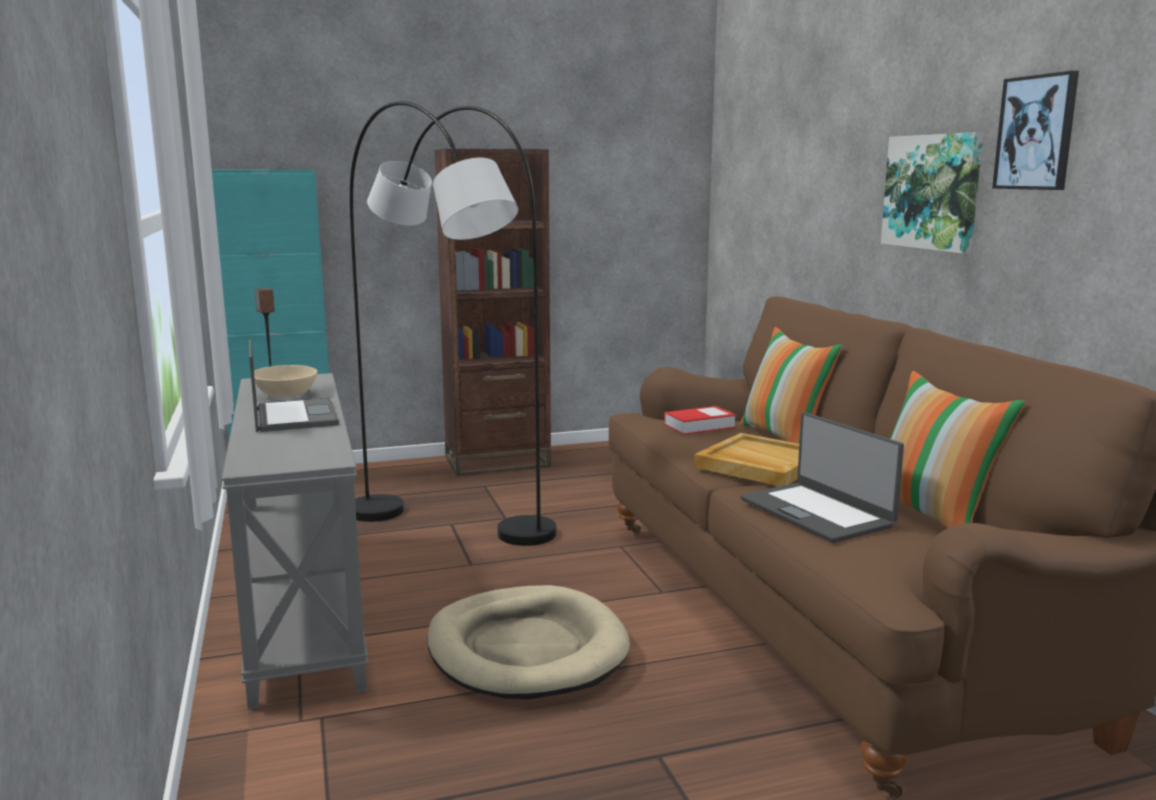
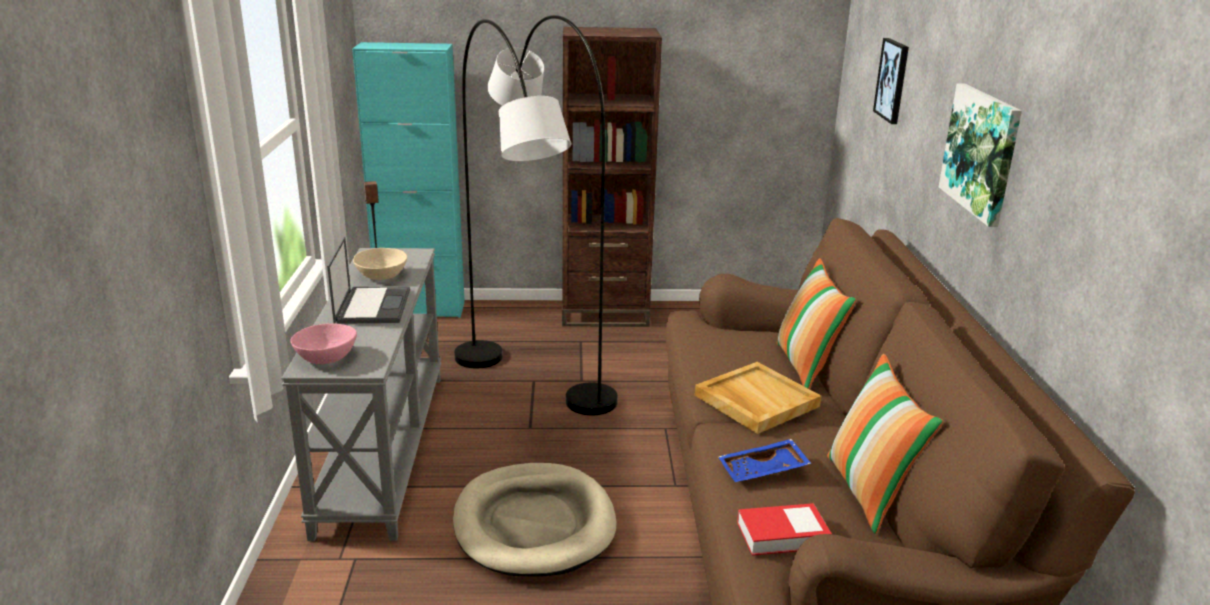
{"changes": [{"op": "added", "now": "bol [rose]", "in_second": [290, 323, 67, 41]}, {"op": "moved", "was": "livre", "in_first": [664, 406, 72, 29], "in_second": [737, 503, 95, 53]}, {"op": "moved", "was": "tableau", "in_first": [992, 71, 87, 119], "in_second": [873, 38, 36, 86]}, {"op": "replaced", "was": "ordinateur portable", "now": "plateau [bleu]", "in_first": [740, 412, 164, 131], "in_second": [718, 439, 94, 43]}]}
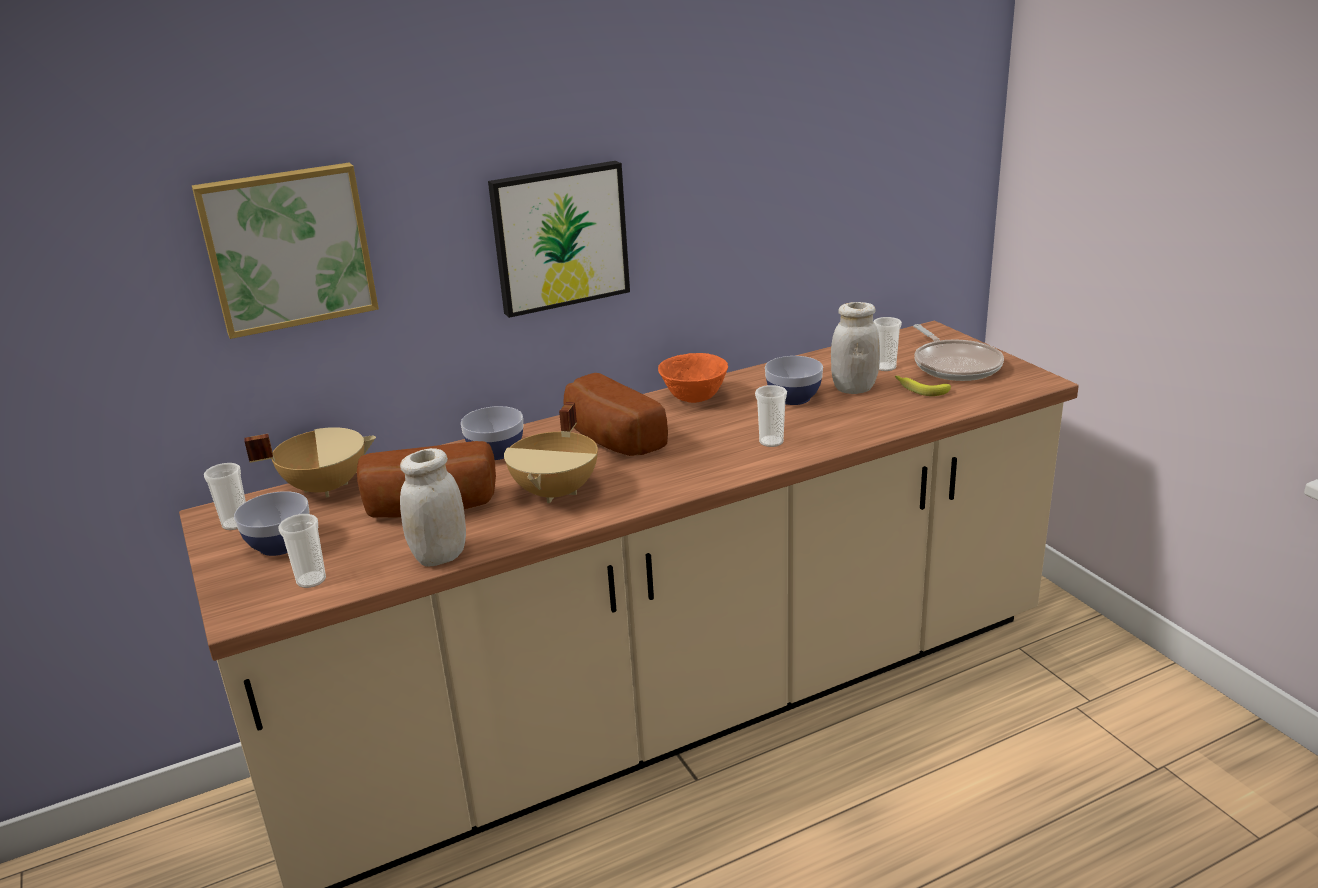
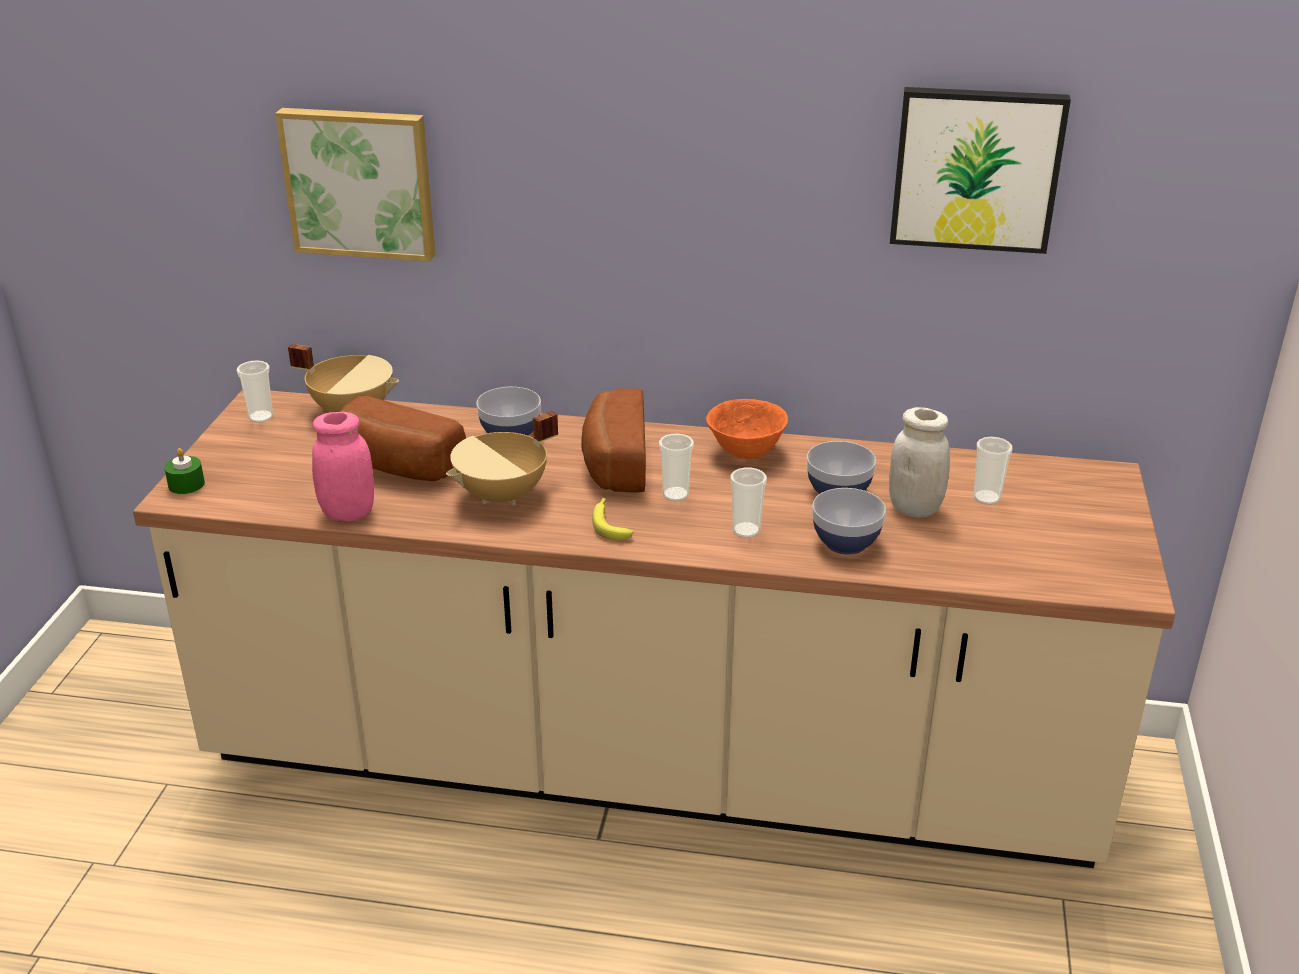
{"changes": [{"op": "removed", "was": "poêle", "in_first": [913, 324, 91, 57]}, {"op": "added", "now": "bougie [vert]", "in_second": [164, 448, 41, 46]}, {"op": "moved", "was": "bol", "in_first": [234, 491, 76, 65], "in_second": [812, 488, 74, 67]}, {"op": "moved", "was": "tasse", "in_first": [279, 514, 47, 74], "in_second": [659, 434, 35, 67]}, {"op": "moved", "was": "tableau", "in_first": [488, 161, 142, 157], "in_second": [890, 87, 181, 167]}, {"op": "moved", "was": "banane", "in_first": [895, 376, 56, 20], "in_second": [592, 497, 42, 43]}, {"op": "recoloured", "was": "bocal [blanc]", "now": "bocal [rose]", "in_first": [400, 448, 66, 119], "in_second": [312, 412, 62, 110]}]}
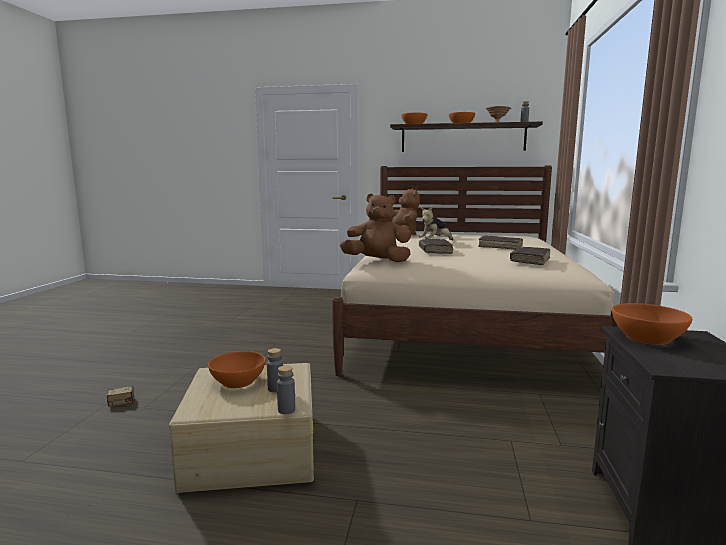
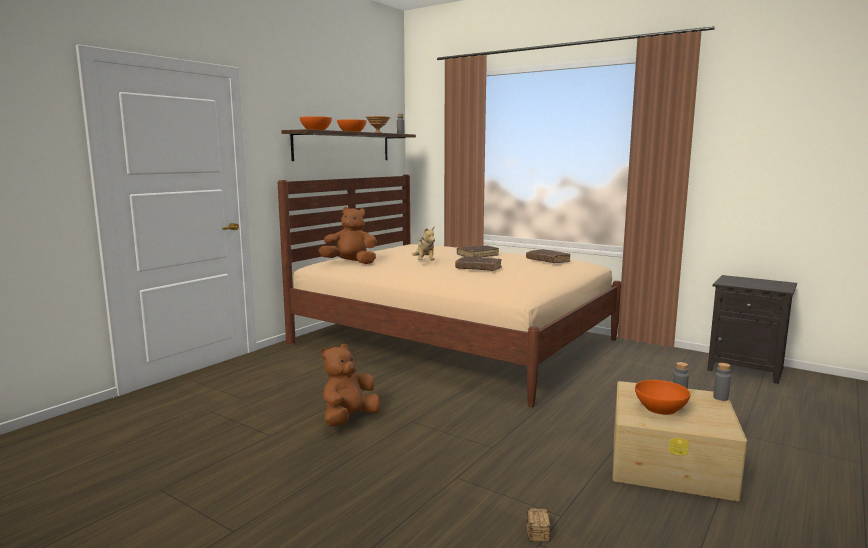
{"changes": [{"op": "removed", "was": "bol [orange]", "in_first": [612, 303, 80, 42]}, {"op": "moved", "was": "peluche [marron]", "in_first": [340, 194, 71, 68], "in_second": [321, 344, 59, 83]}]}
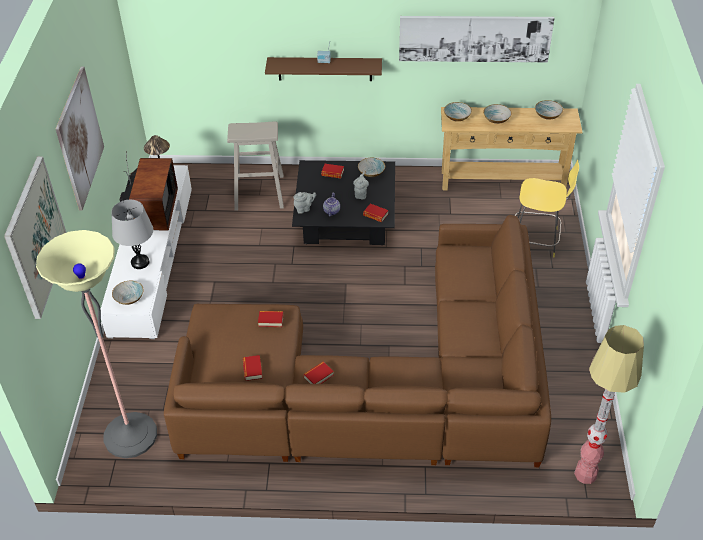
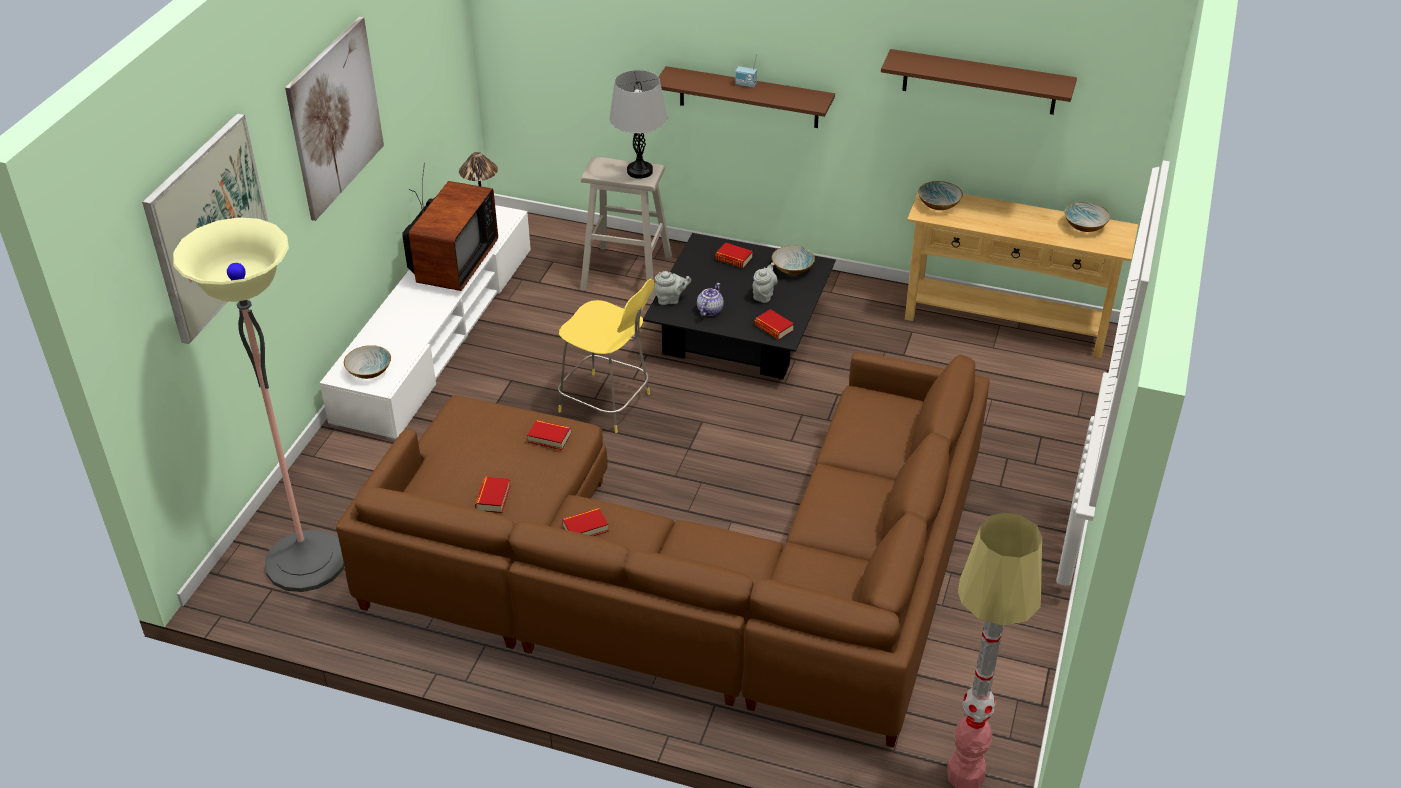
{"changes": [{"op": "removed", "was": "bol", "in_first": [483, 104, 29, 20]}, {"op": "moved", "was": "lampe de table [gris]", "in_first": [112, 200, 41, 69], "in_second": [609, 70, 58, 109]}, {"op": "moved", "was": "tabouret [jaune]", "in_first": [515, 160, 64, 97], "in_second": [558, 279, 96, 154]}, {"op": "replaced", "was": "tableau", "now": "étagère [marron]", "in_first": [399, 16, 155, 46], "in_second": [881, 49, 196, 66]}]}
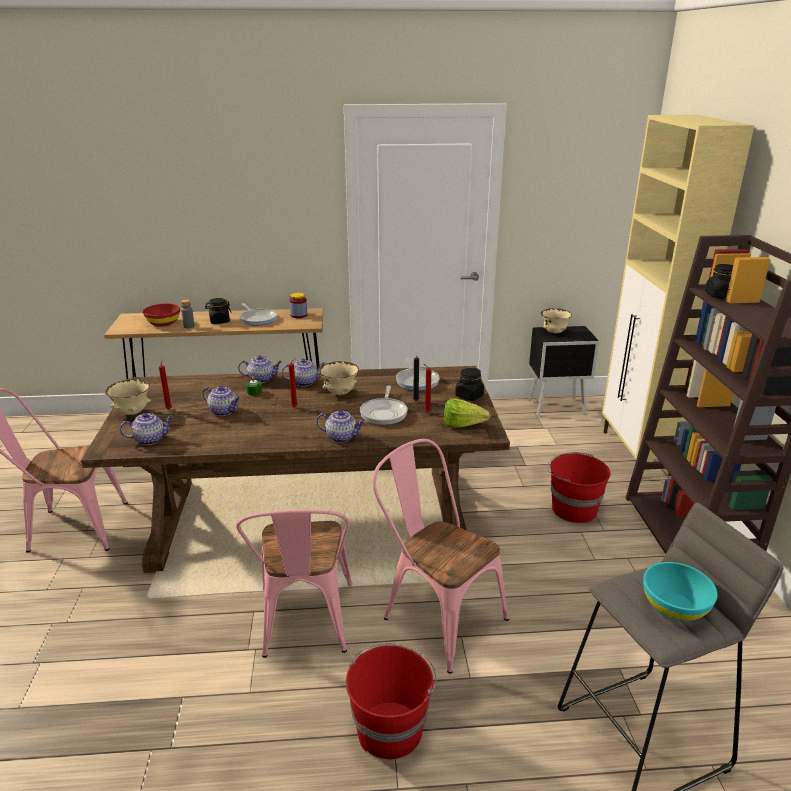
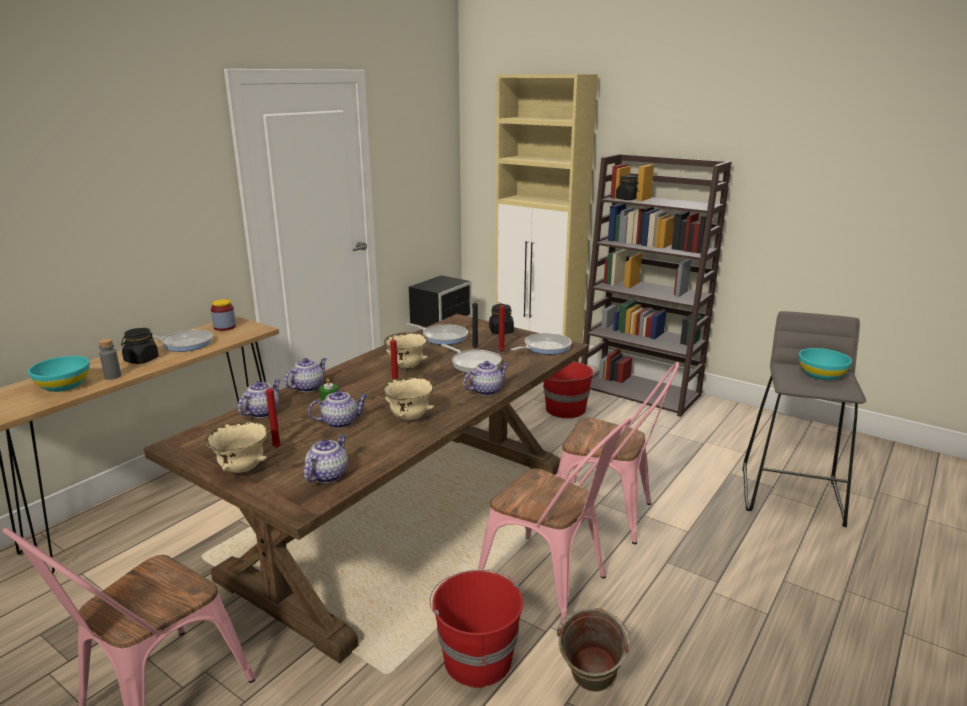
{"changes": [{"op": "added", "now": "seau [vert]", "in_second": [557, 608, 74, 84]}, {"op": "moved", "was": "théière", "in_first": [281, 359, 44, 27], "in_second": [238, 379, 42, 39]}, {"op": "moved", "was": "seau [rouge]", "in_first": [346, 643, 90, 116], "in_second": [429, 569, 94, 119]}, {"op": "moved", "was": "bol [beige]", "in_first": [541, 308, 31, 26], "in_second": [383, 377, 51, 44]}, {"op": "replaced", "was": "laitue", "now": "poêle", "in_first": [444, 398, 46, 30], "in_second": [511, 333, 61, 21]}, {"op": "recoloured", "was": "bol [rouge]", "now": "bol [turquoise]", "in_first": [143, 303, 37, 24], "in_second": [28, 356, 62, 36]}, {"op": "turned", "was": "chaise [rose]", "in_first": [372, 439, 137, 235], "in_second": [557, 362, 122, 182], "clockwise": -150}]}
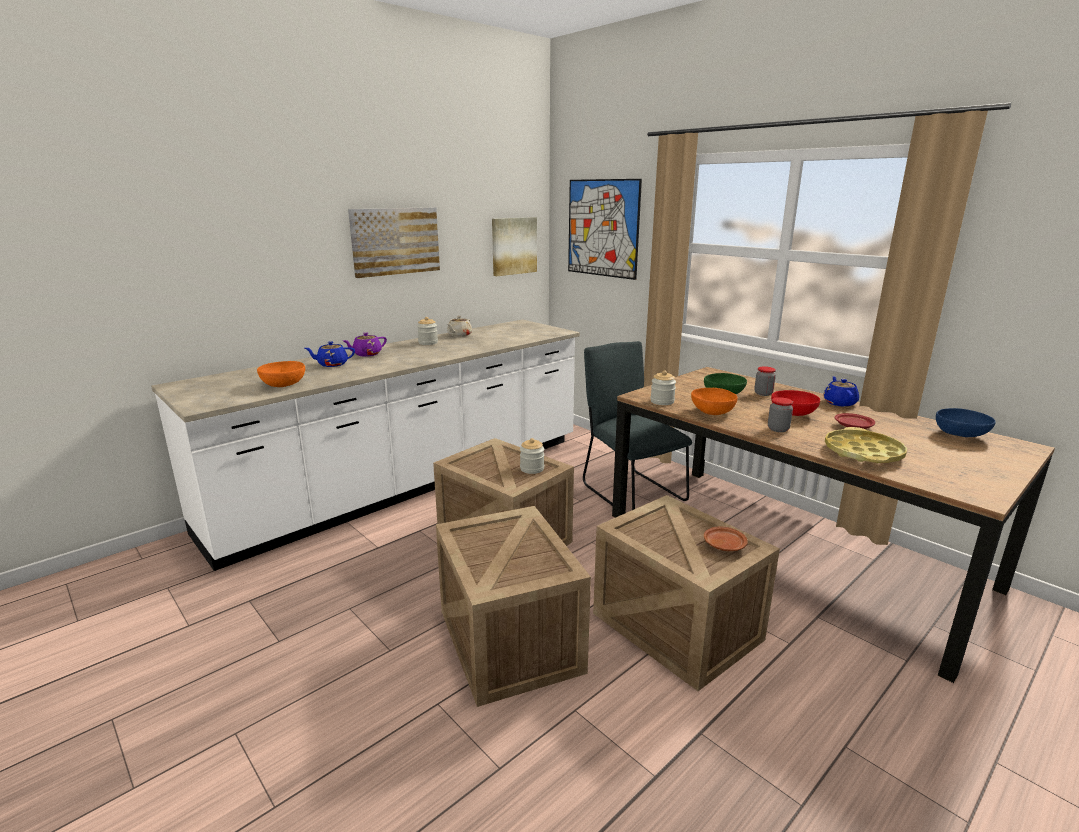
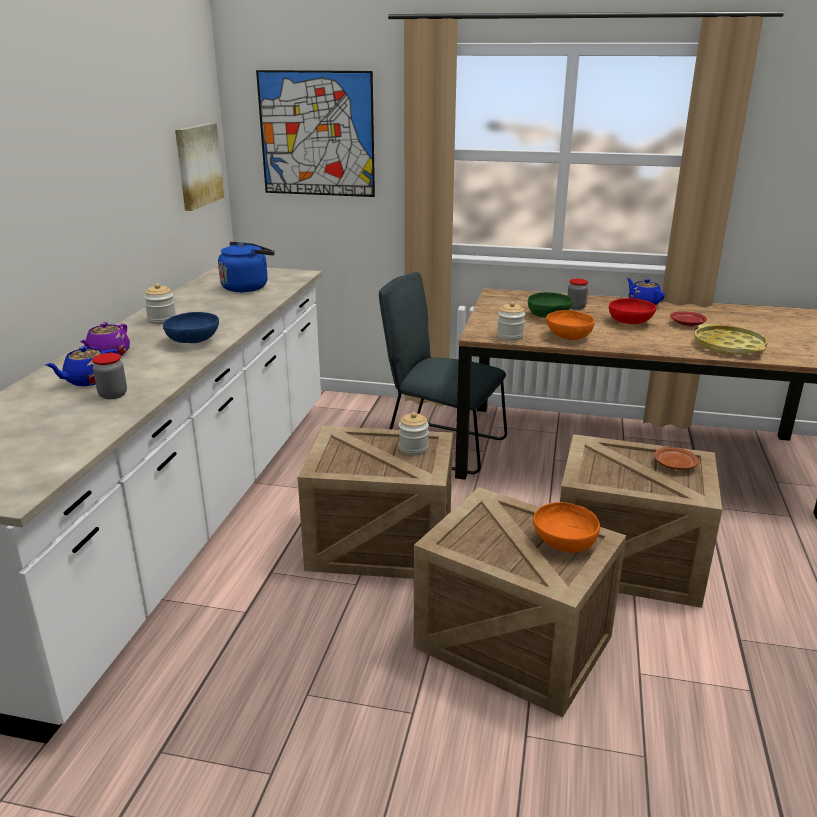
{"changes": [{"op": "removed", "was": "tableau", "in_first": [348, 207, 92, 71]}, {"op": "removed", "was": "théière [beige]", "in_first": [447, 316, 25, 21]}, {"op": "added", "now": "bouilloire [bleu]", "in_second": [218, 242, 57, 50]}, {"op": "moved", "was": "bol [orange]", "in_first": [257, 361, 48, 26], "in_second": [533, 502, 67, 51]}, {"op": "moved", "was": "bocal", "in_first": [768, 397, 25, 35], "in_second": [92, 353, 35, 46]}, {"op": "moved", "was": "bol [bleu]", "in_first": [936, 408, 60, 29], "in_second": [163, 312, 56, 31]}]}
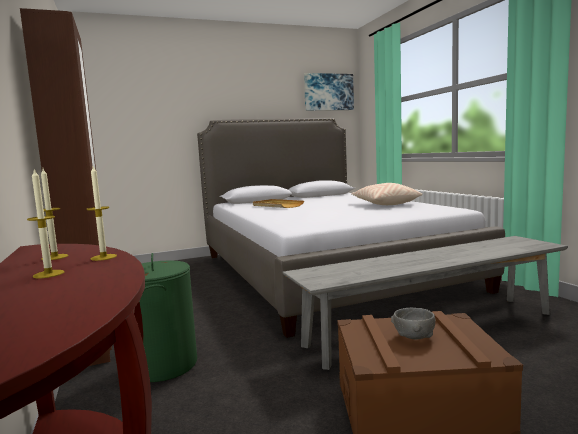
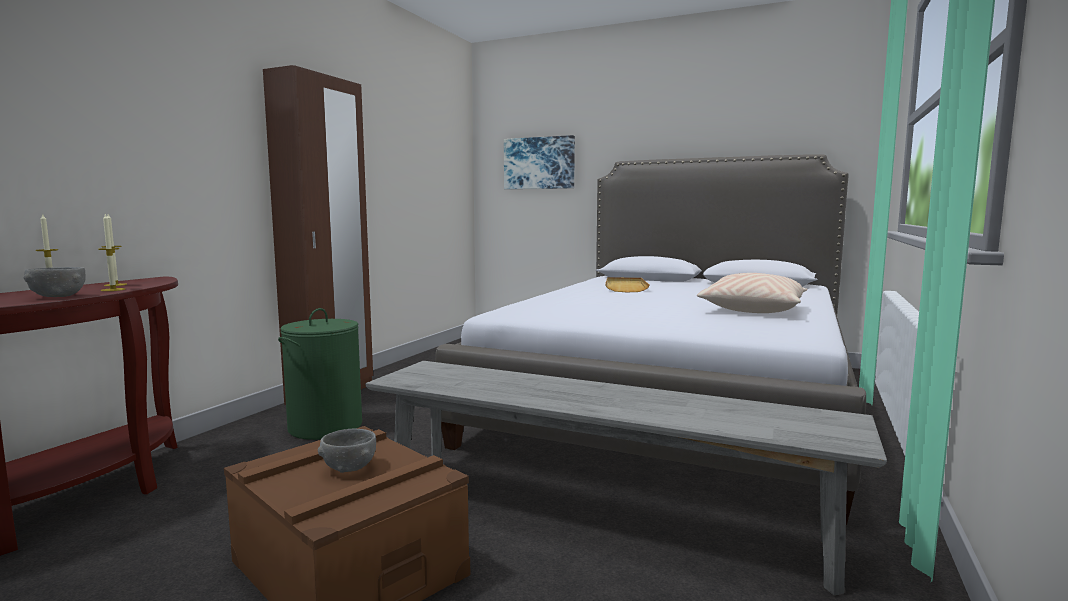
{"changes": [{"op": "added", "now": "bol [gris]", "in_second": [24, 267, 62, 30]}, {"op": "moved", "was": "tableau", "in_first": [304, 73, 50, 38], "in_second": [504, 135, 71, 54]}]}
